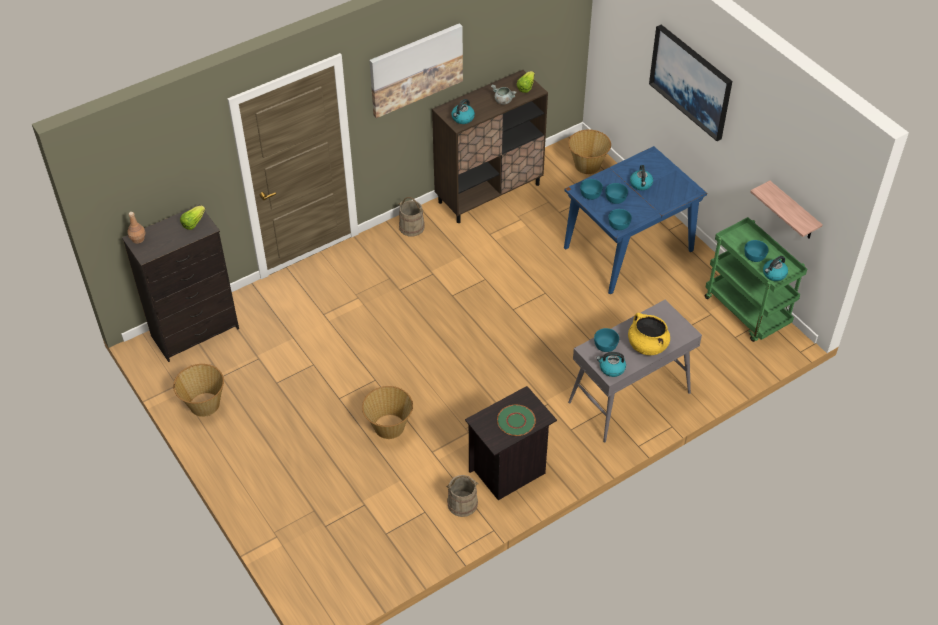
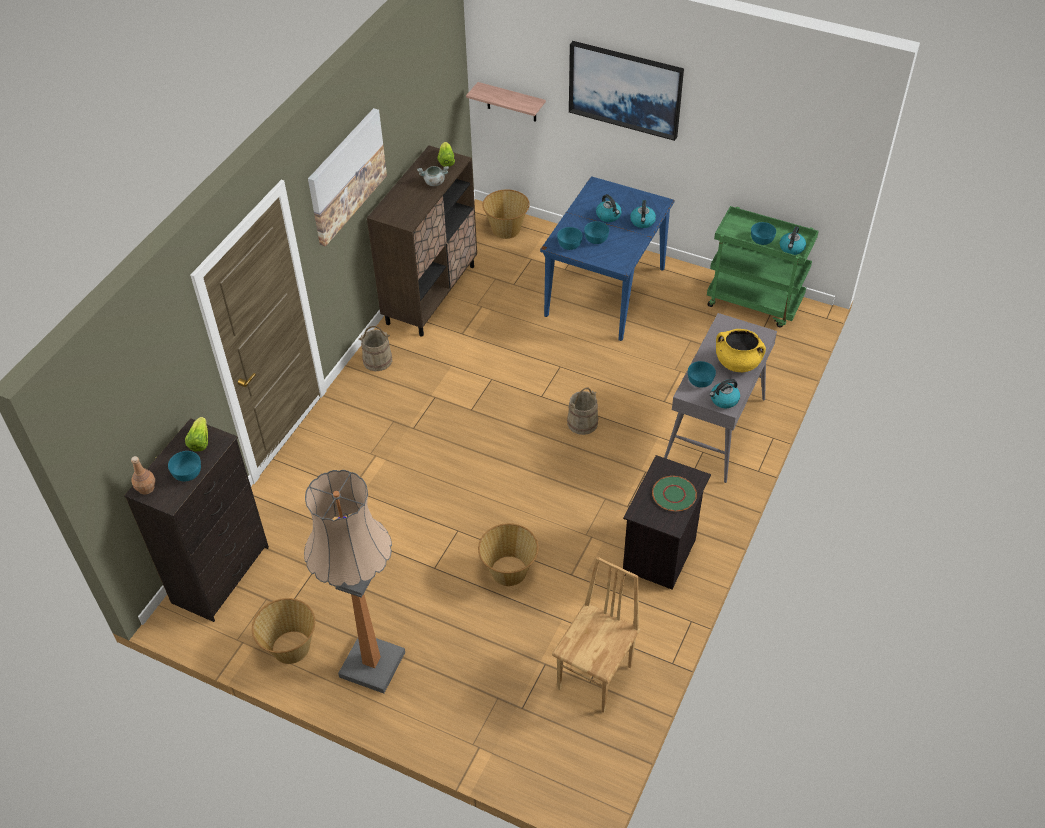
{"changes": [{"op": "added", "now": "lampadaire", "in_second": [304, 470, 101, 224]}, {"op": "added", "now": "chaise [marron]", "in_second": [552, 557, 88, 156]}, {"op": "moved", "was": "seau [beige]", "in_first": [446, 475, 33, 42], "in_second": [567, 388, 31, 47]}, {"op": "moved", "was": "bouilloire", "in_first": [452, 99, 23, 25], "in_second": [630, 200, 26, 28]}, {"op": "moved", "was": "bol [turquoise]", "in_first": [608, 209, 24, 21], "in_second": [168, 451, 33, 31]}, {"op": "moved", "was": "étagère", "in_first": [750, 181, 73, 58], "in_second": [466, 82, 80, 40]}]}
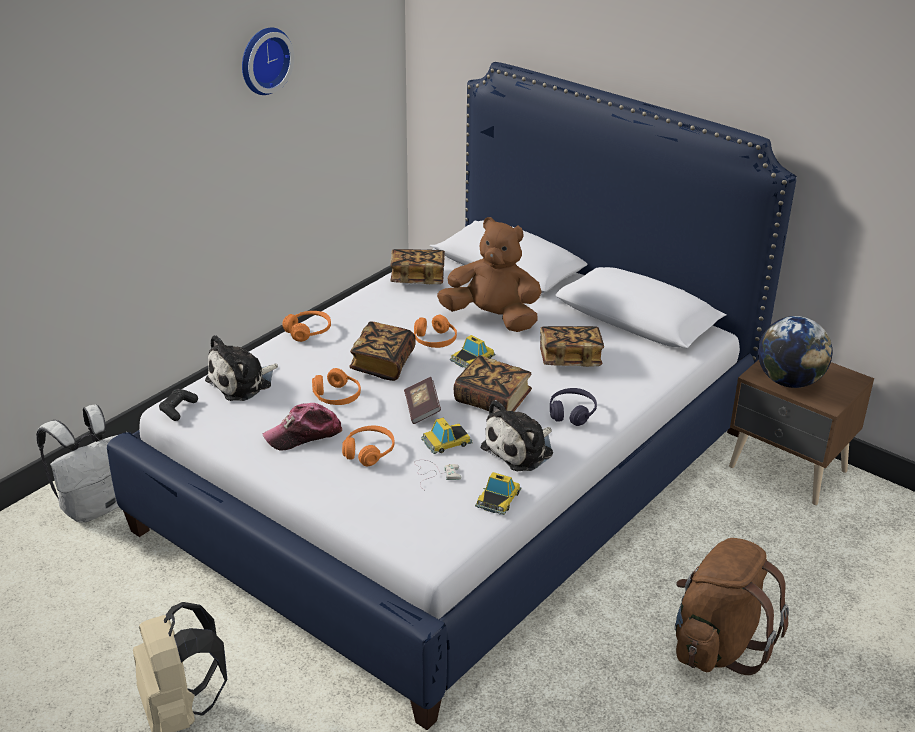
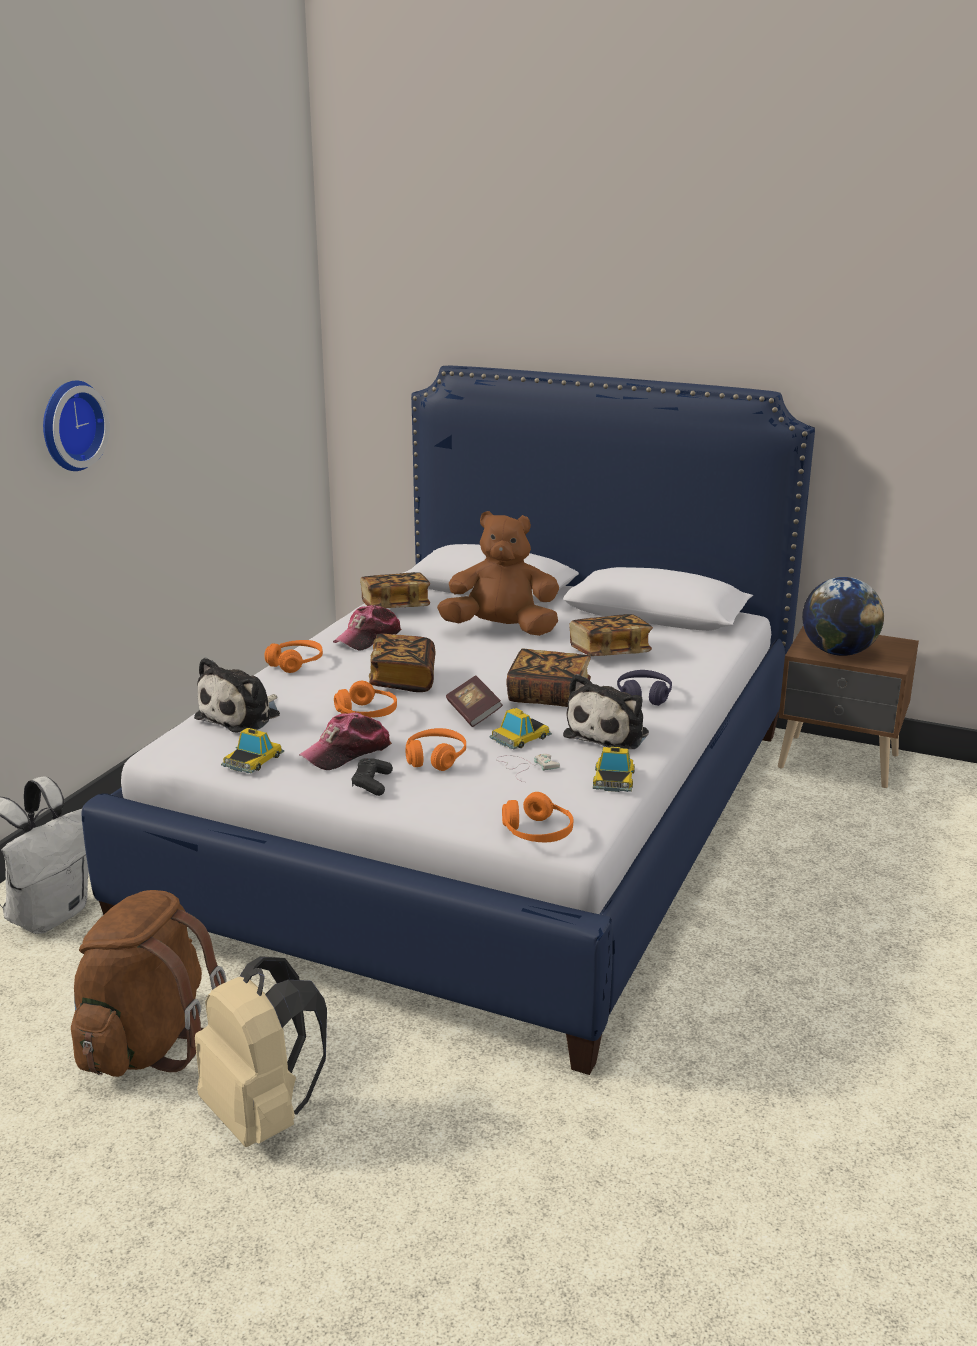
{"changes": [{"op": "added", "now": "casquette", "in_second": [333, 605, 69, 46]}, {"op": "moved", "was": "manette [noir]", "in_first": [159, 389, 39, 32], "in_second": [352, 758, 41, 38]}, {"op": "moved", "was": "horloge murale", "in_first": [242, 28, 52, 67], "in_second": [43, 380, 67, 91]}, {"op": "moved", "was": "casque audio [orange]", "in_first": [414, 315, 43, 33], "in_second": [502, 792, 71, 50]}, {"op": "moved", "was": "petite voiture", "in_first": [450, 335, 46, 33], "in_second": [221, 728, 63, 46]}, {"op": "moved", "was": "sac à dos [marron]", "in_first": [675, 538, 114, 137], "in_second": [71, 890, 156, 187]}]}
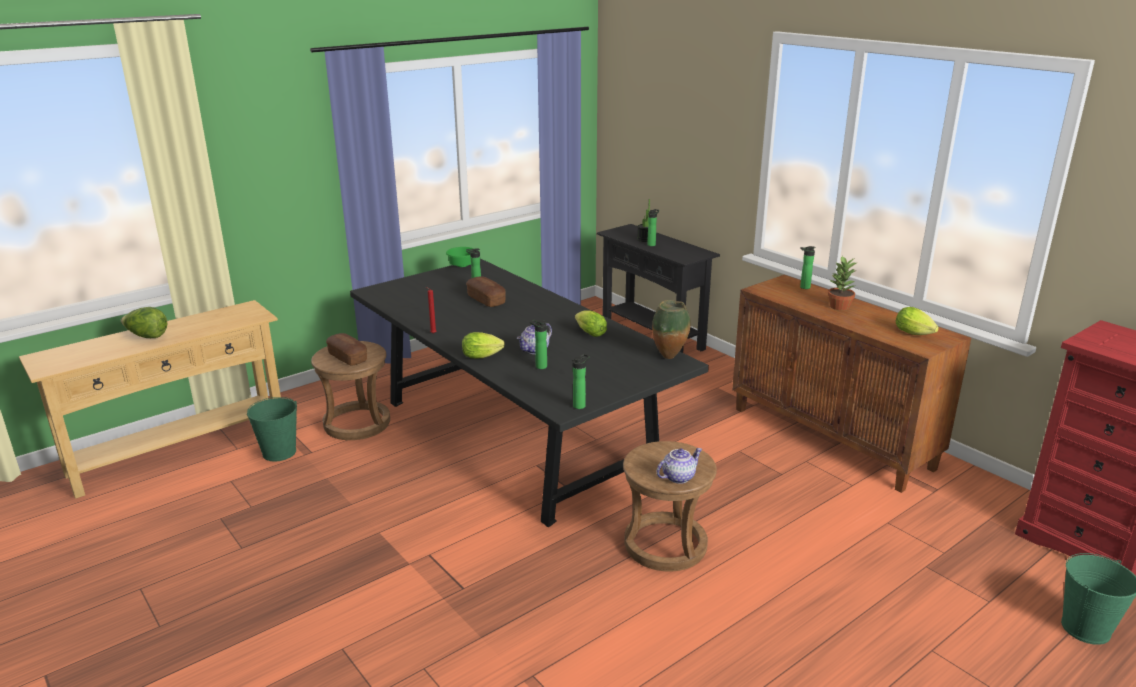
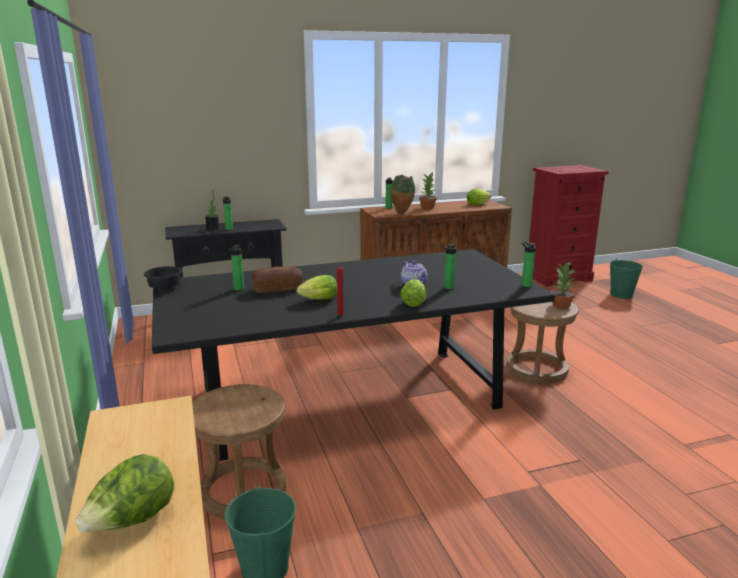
{"changes": [{"op": "removed", "was": "pain", "in_first": [326, 333, 41, 33]}, {"op": "moved", "was": "laitue", "in_first": [575, 310, 32, 27], "in_second": [297, 275, 40, 25]}, {"op": "moved", "was": "vase", "in_first": [652, 300, 39, 59], "in_second": [391, 175, 24, 38]}, {"op": "replaced", "was": "théière", "now": "plante en pot", "in_first": [656, 448, 46, 36], "in_second": [551, 262, 24, 47]}, {"op": "recoloured", "was": "bol [vert]", "now": "bol [noir]", "in_first": [446, 247, 28, 20], "in_second": [144, 266, 38, 24]}]}
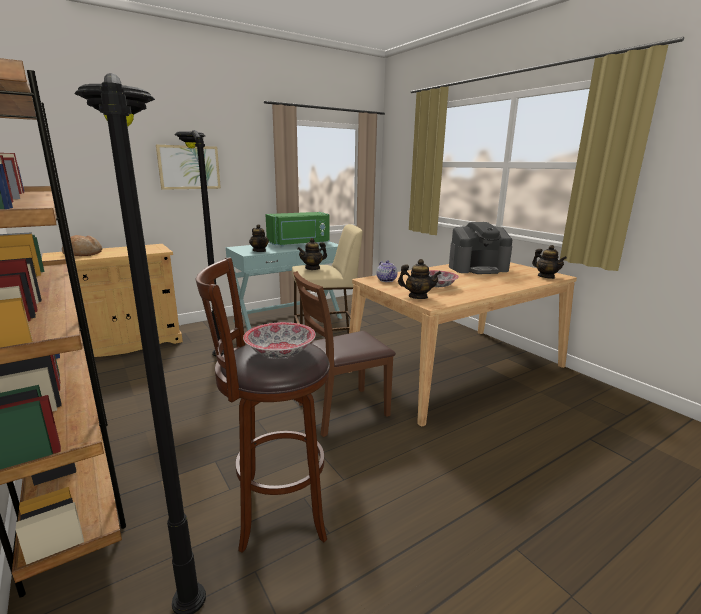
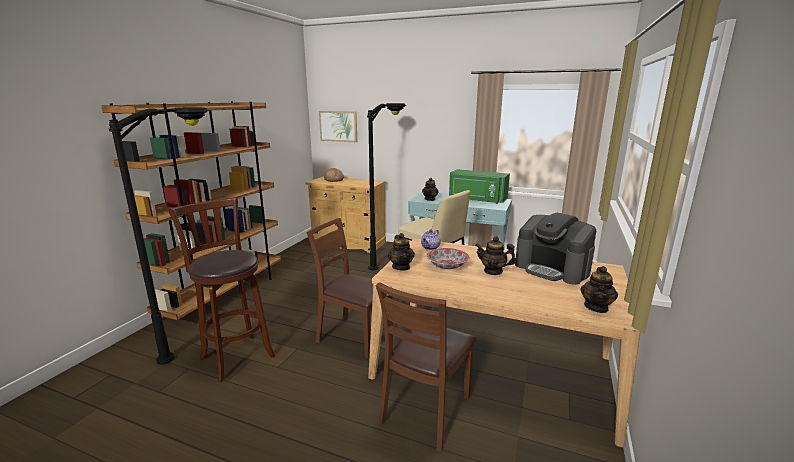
{"changes": [{"op": "removed", "was": "bol", "in_first": [243, 322, 73, 36]}, {"op": "added", "now": "chaise [marron]", "in_second": [376, 282, 100, 170]}, {"op": "moved", "was": "tableau", "in_first": [156, 145, 65, 45], "in_second": [319, 111, 38, 31]}, {"op": "moved", "was": "théière", "in_first": [297, 238, 30, 32], "in_second": [475, 236, 41, 39]}]}
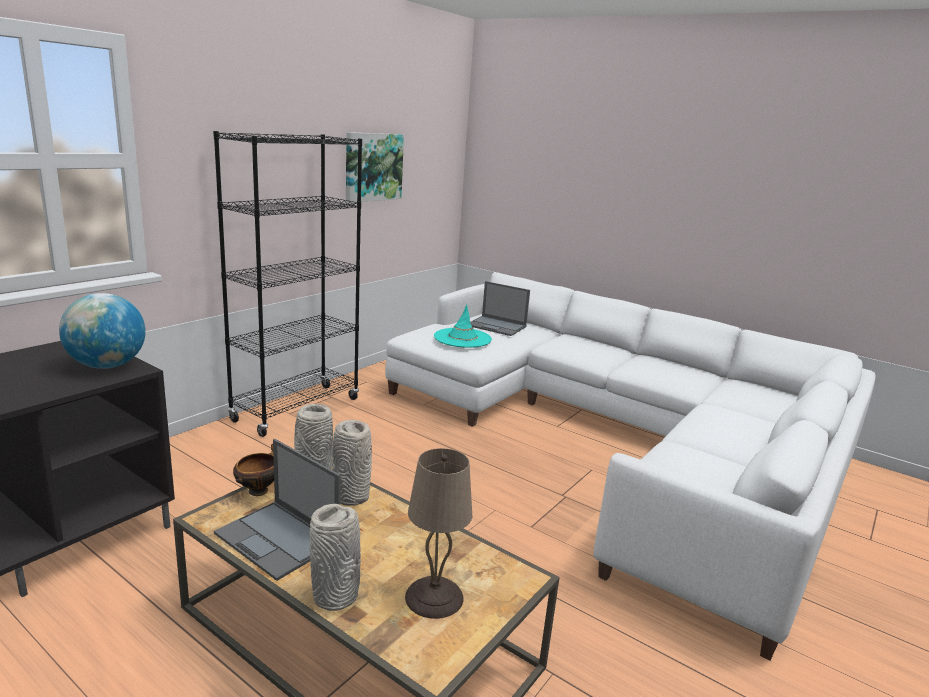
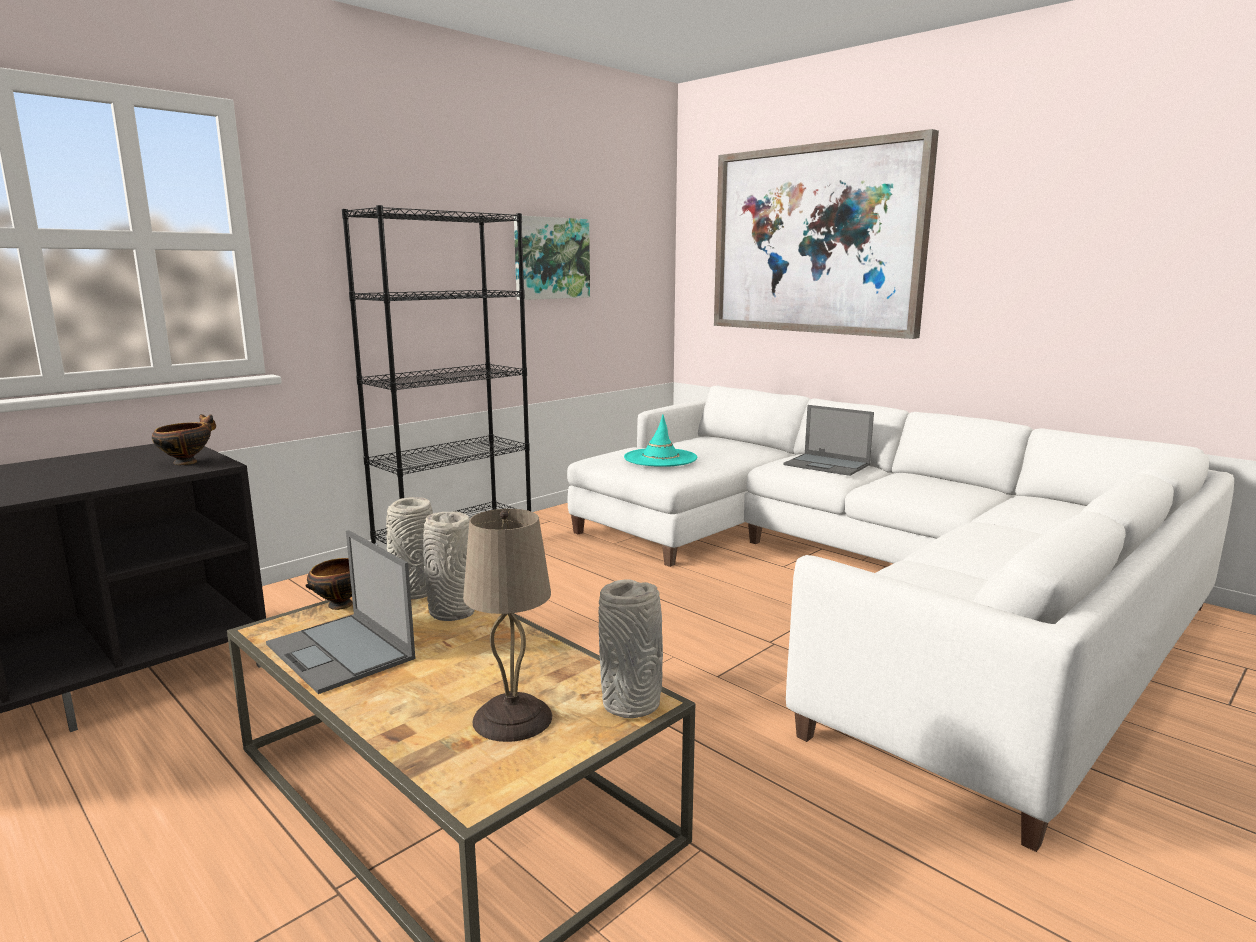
{"changes": [{"op": "added", "now": "tableau", "in_second": [714, 129, 225, 210]}, {"op": "moved", "was": "vase [gris]", "in_first": [310, 504, 51, 107], "in_second": [598, 580, 65, 138]}, {"op": "moved", "was": "ordinateur portable", "in_first": [470, 281, 60, 55], "in_second": [783, 405, 91, 71]}, {"op": "replaced", "was": "globe", "now": "bol", "in_first": [59, 293, 87, 76], "in_second": [152, 414, 64, 51]}]}
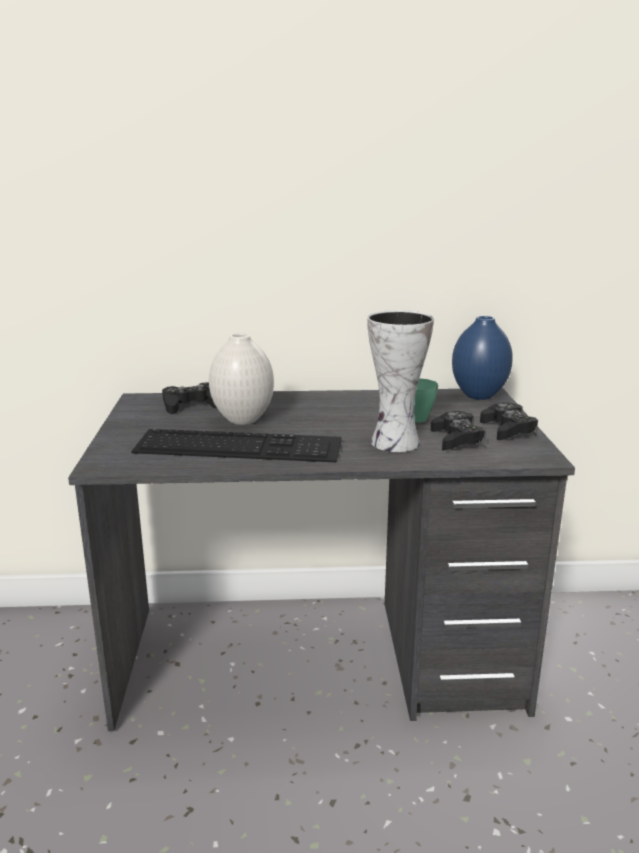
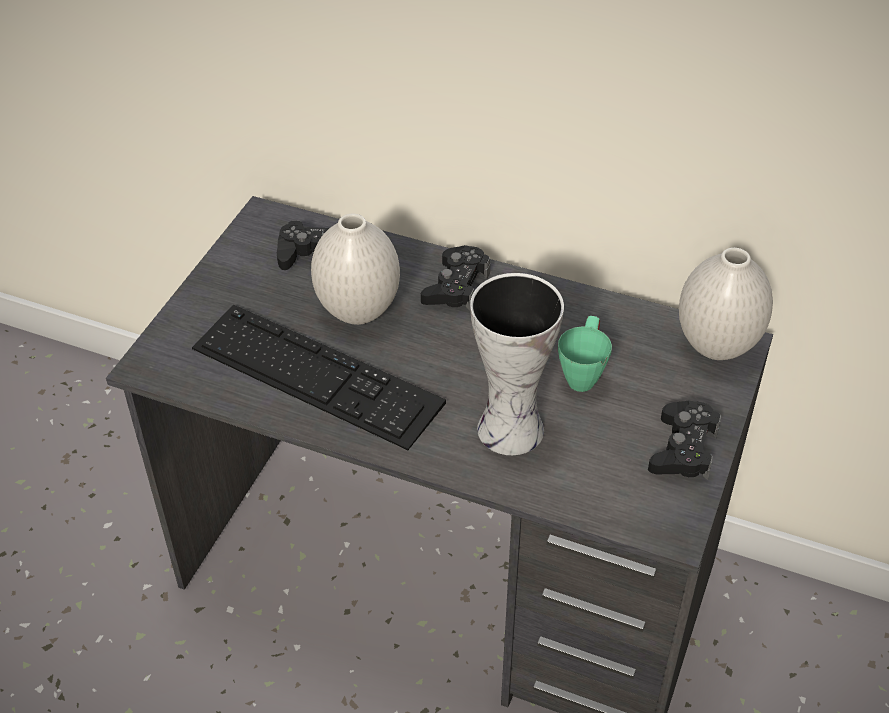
{"changes": [{"op": "moved", "was": "manette [noir]", "in_first": [431, 411, 55, 39], "in_second": [421, 245, 69, 65]}, {"op": "recoloured", "was": "vase [bleu]", "now": "vase [blanc]", "in_first": [452, 316, 61, 84], "in_second": [679, 248, 94, 112]}]}
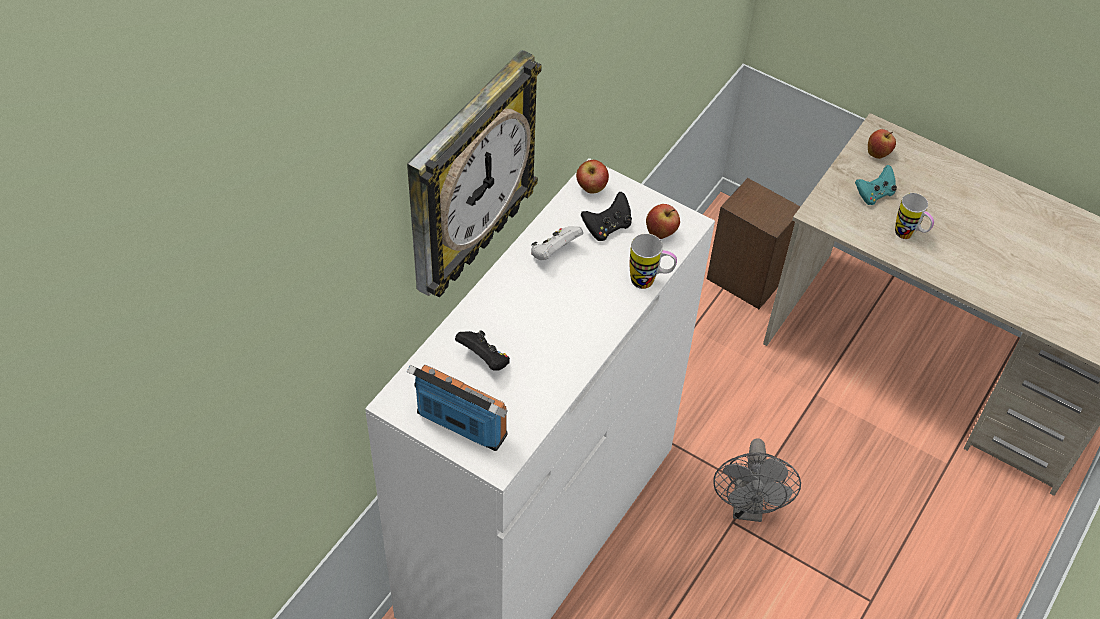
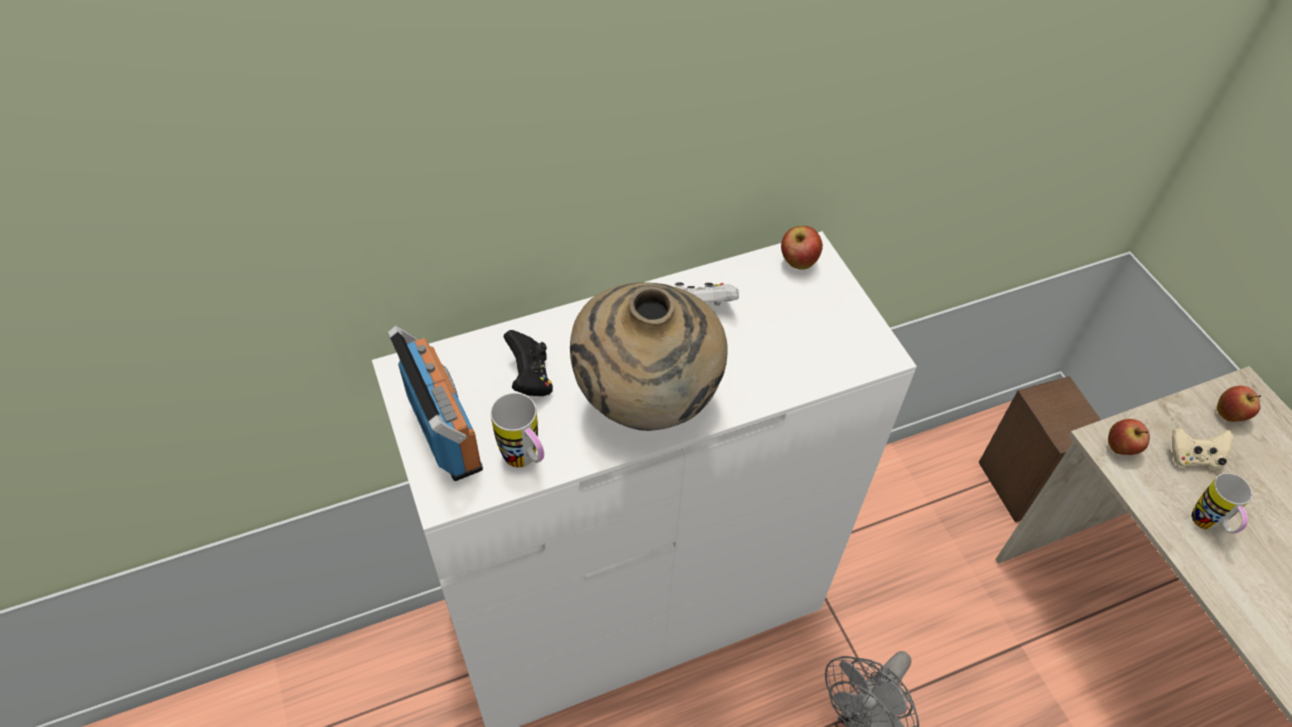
{"changes": [{"op": "removed", "was": "horloge murale", "in_first": [407, 50, 135, 247]}, {"op": "removed", "was": "manette [noir]", "in_first": [581, 192, 51, 49]}, {"op": "added", "now": "vase [beige]", "in_second": [570, 282, 158, 149]}, {"op": "moved", "was": "mug", "in_first": [630, 233, 47, 56], "in_second": [490, 393, 54, 75]}, {"op": "moved", "was": "pomme", "in_first": [646, 204, 34, 35], "in_second": [1108, 419, 42, 36]}, {"op": "recoloured", "was": "manette [turquoise]", "now": "manette [beige]", "in_first": [855, 165, 42, 40], "in_second": [1172, 427, 61, 42]}]}
